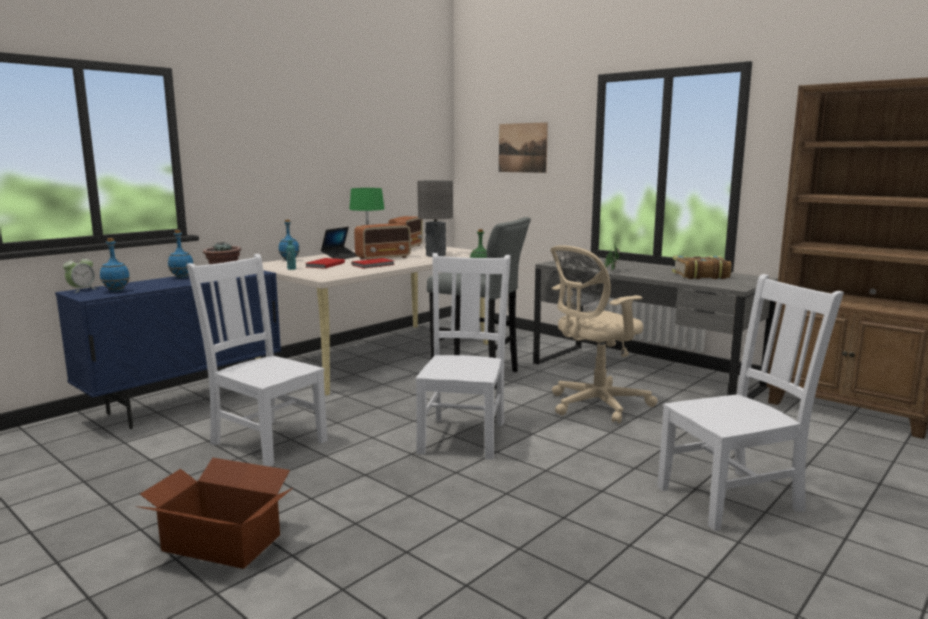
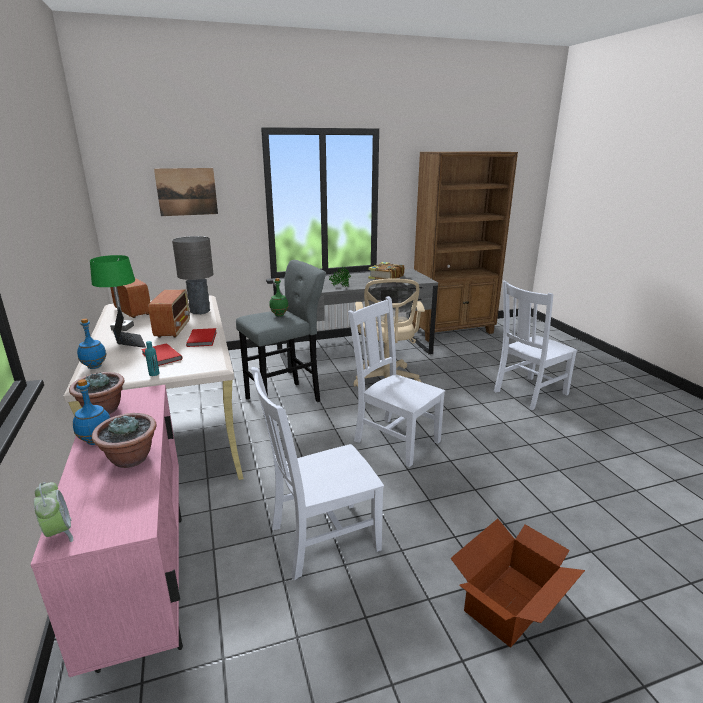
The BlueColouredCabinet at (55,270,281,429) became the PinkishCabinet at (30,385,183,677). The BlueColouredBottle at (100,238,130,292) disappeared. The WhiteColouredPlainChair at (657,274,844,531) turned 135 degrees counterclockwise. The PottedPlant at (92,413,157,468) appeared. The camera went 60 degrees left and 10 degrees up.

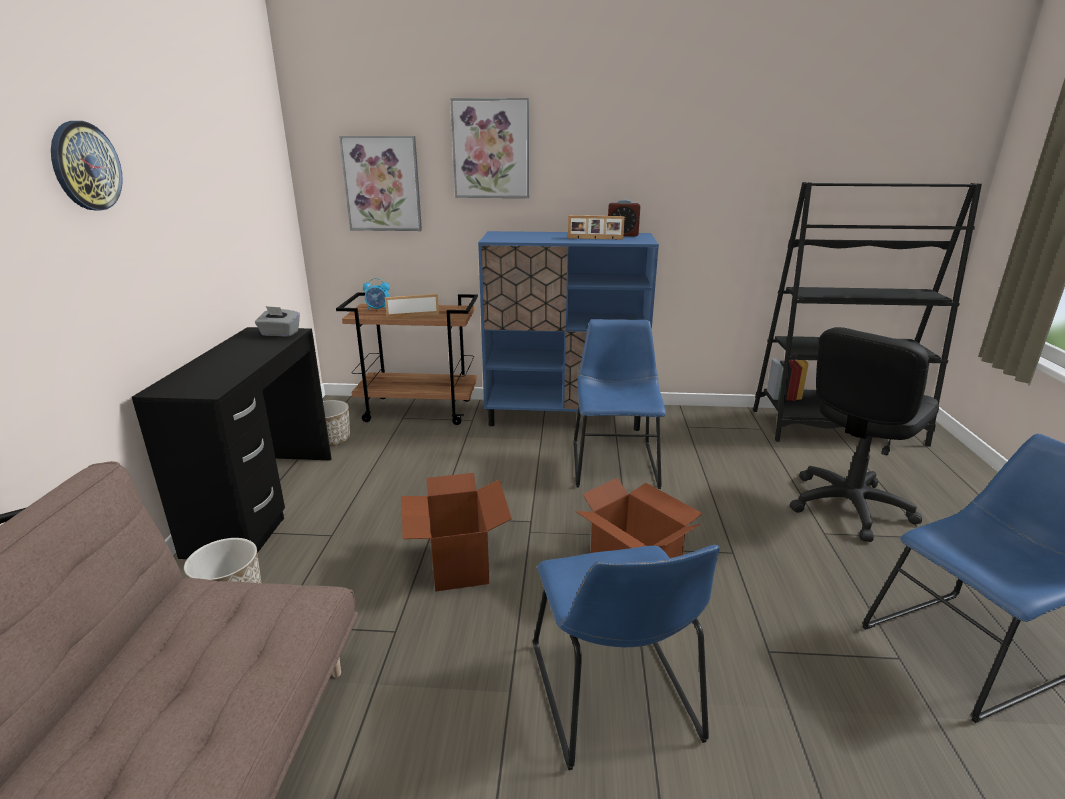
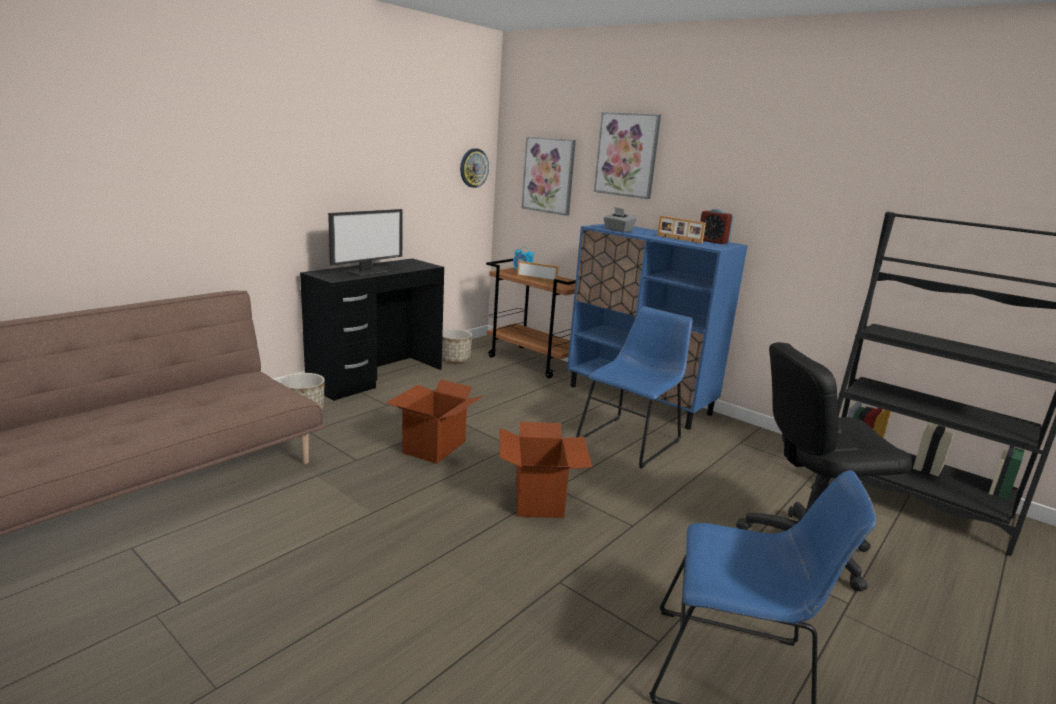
The HangingClock moved from (51,121,123,210) to (460,148,489,188). The GrayBoxOfTissues moved from (255,306,300,337) to (603,207,637,232). The BlueColouredPlainChair at (533,545,720,770) disappeared. The Monitor at (328,209,403,276) appeared. The camera went 35 degrees right and 5 degrees down.

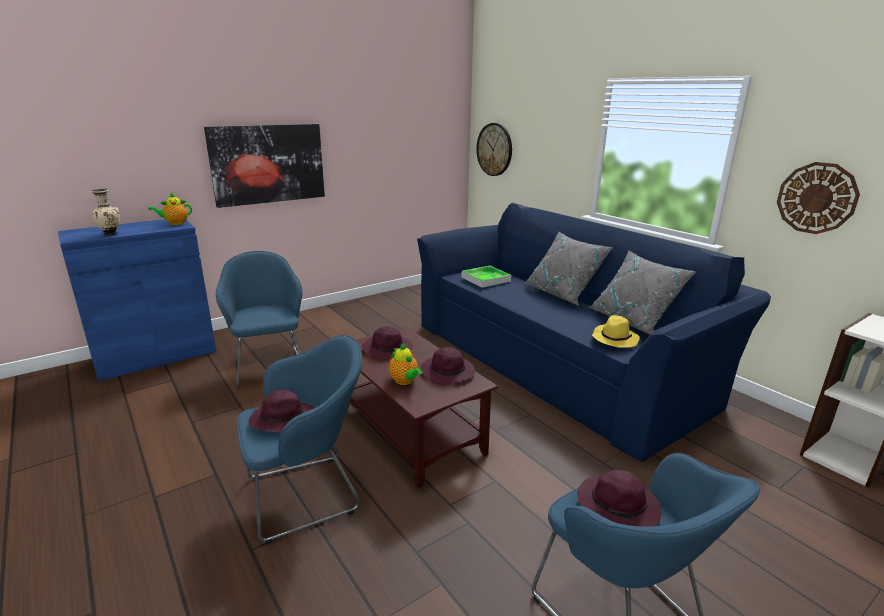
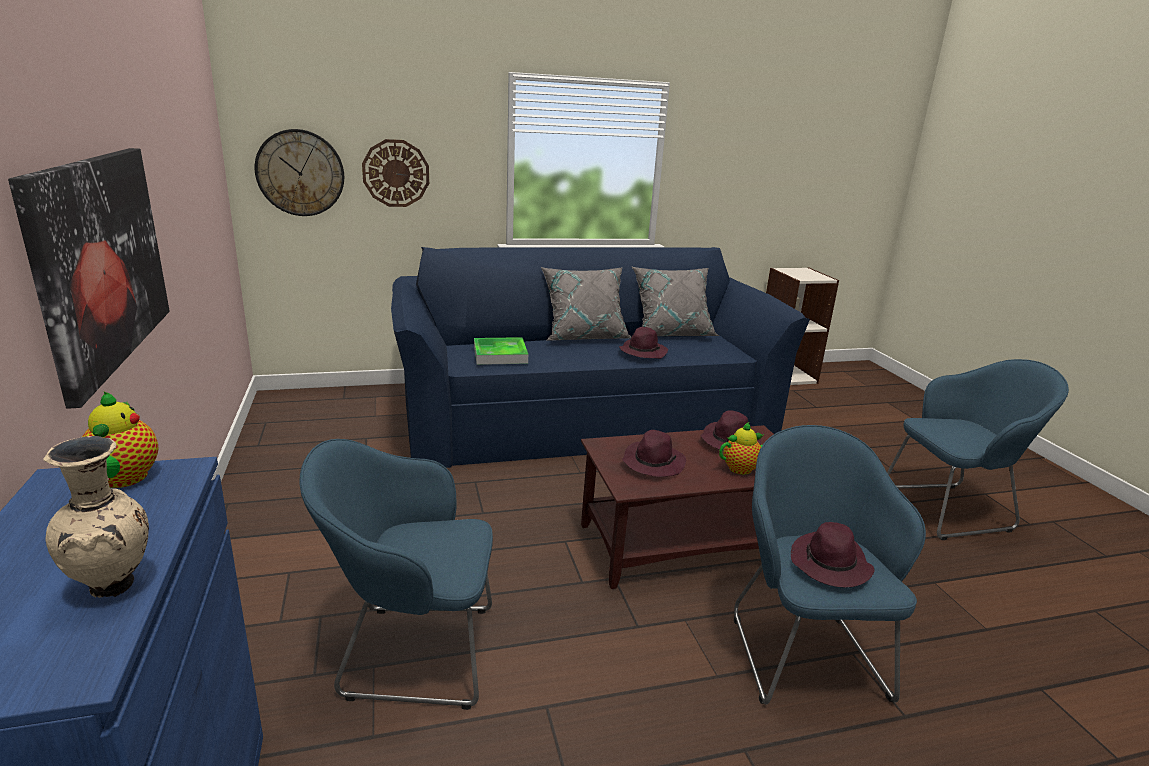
The PurpleWearableHat moved from (577,470,661,527) to (619,327,668,359). The YellowWearableHat at (592,315,639,348) disappeared. The HangingClock moved from (777,162,860,234) to (362,139,429,207). The camera went 70 degrees left and 0 degrees up.

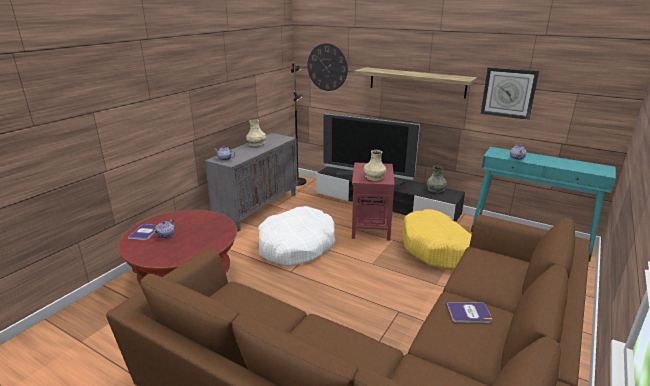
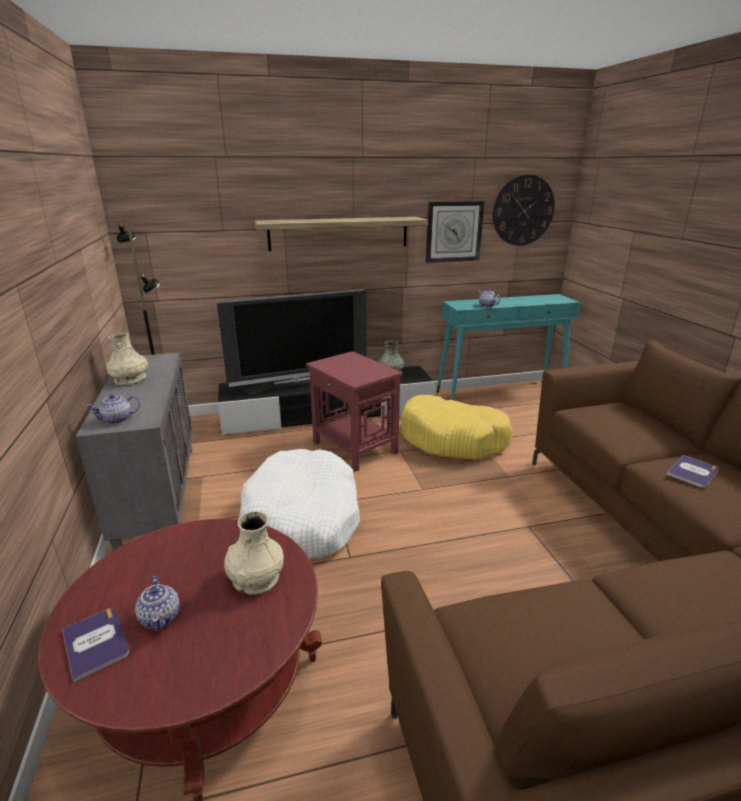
The HangingClock moved from (308,43,348,91) to (493,174,555,246). The SandColouredDecorativeVase moved from (364,150,386,181) to (224,511,284,595). The camera went 45 degrees left and 0 degrees up.

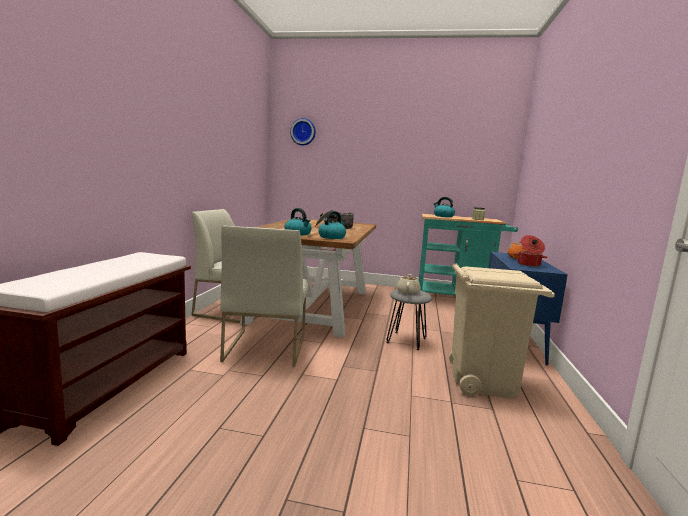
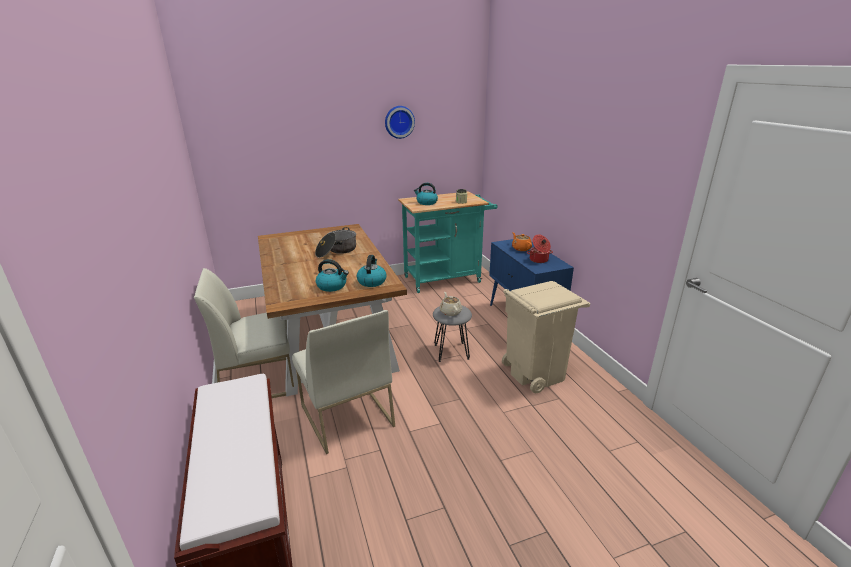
The HangingClock moved from (290,118,316,146) to (385,106,415,139). The camera went 30 degrees left and 15 degrees up.

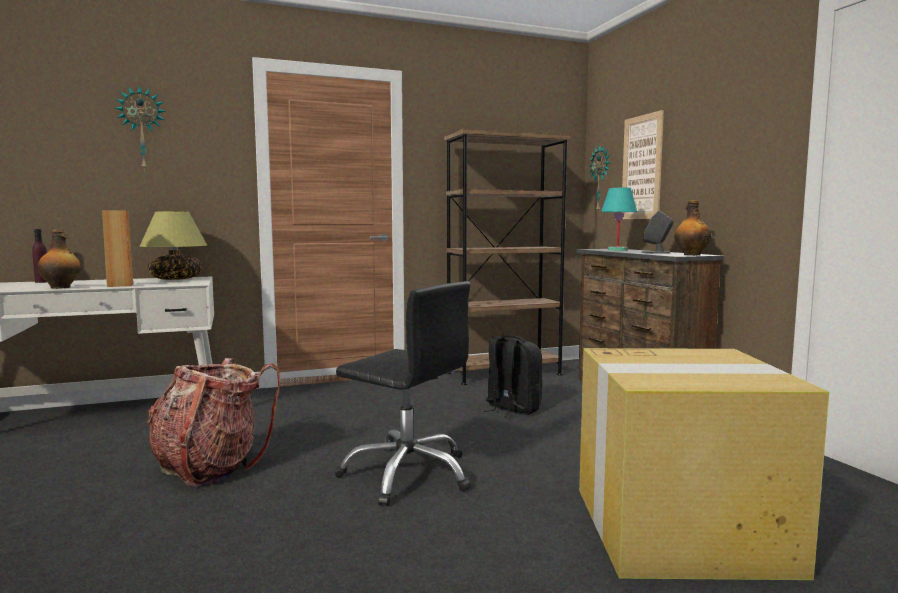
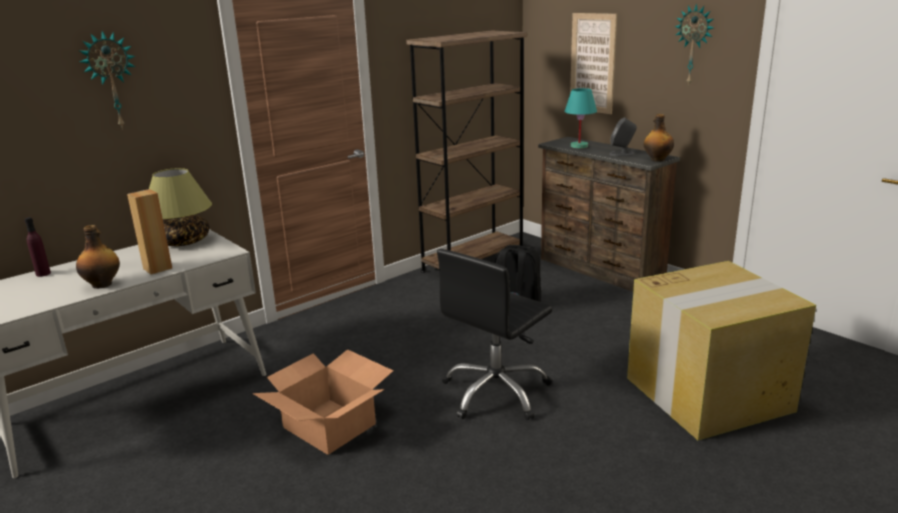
The Backpack at (147,358,280,487) was replaced by the PackingBox at (253,349,393,455). The BlackDeskChair at (335,281,471,506) turned 120 degrees clockwise. The HangingClock moved from (589,146,610,211) to (675,3,714,86). The camera went 20 degrees left and 15 degrees up.

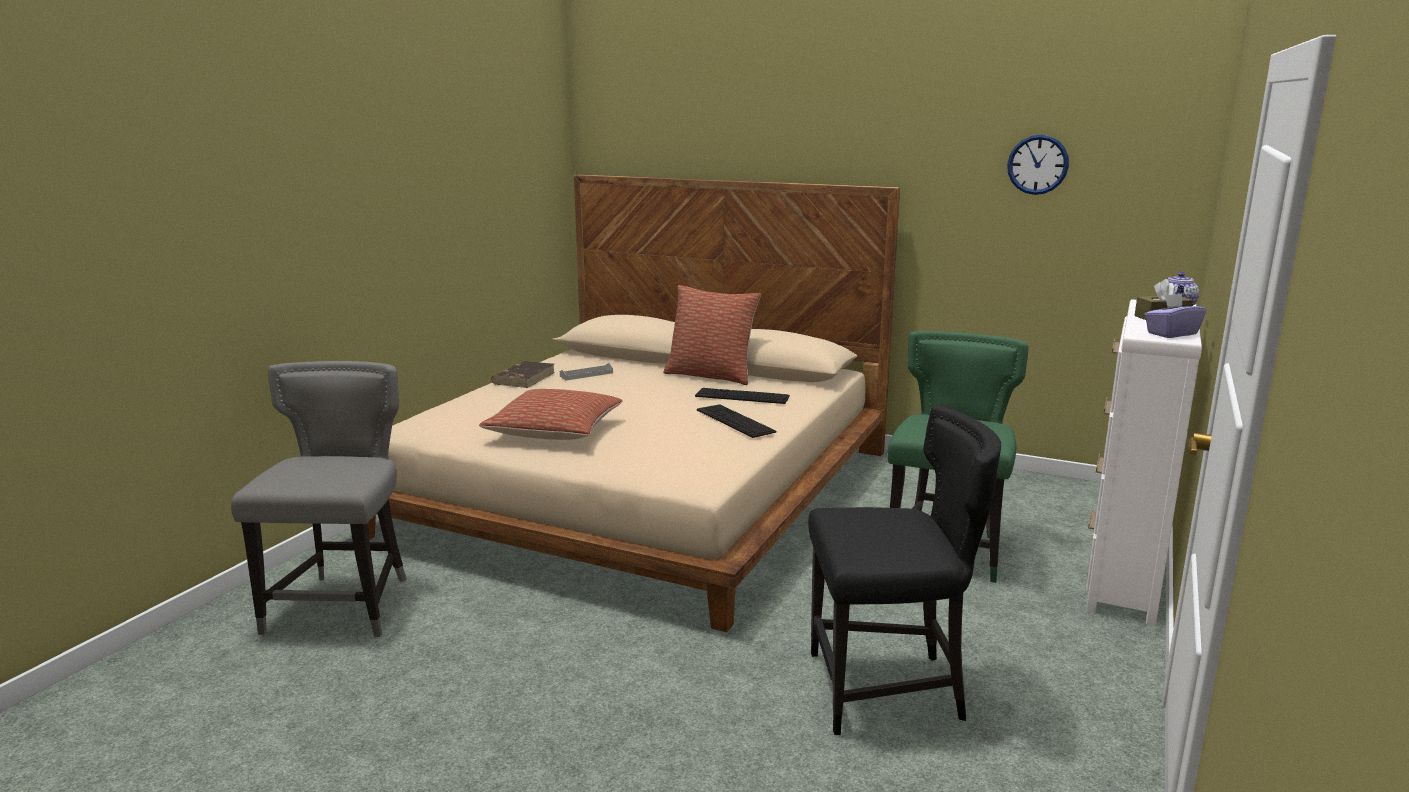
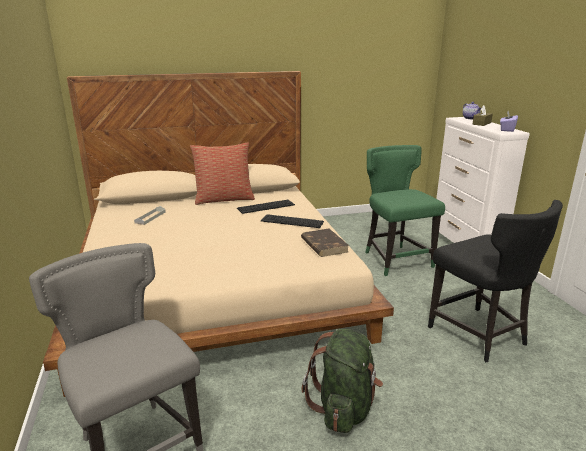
The ThrowPillow at (479,389,623,440) disappeared. The BrownVolume moved from (491,361,555,388) to (301,228,349,257). The BlackPlainChair at (808,405,1001,735) turned 105 degrees clockwise. The HangingClock at (1007,135,1069,195) disappeared. The GreenishBackpack at (302,329,383,433) appeared. The camera went 40 degrees left and 5 degrees up.

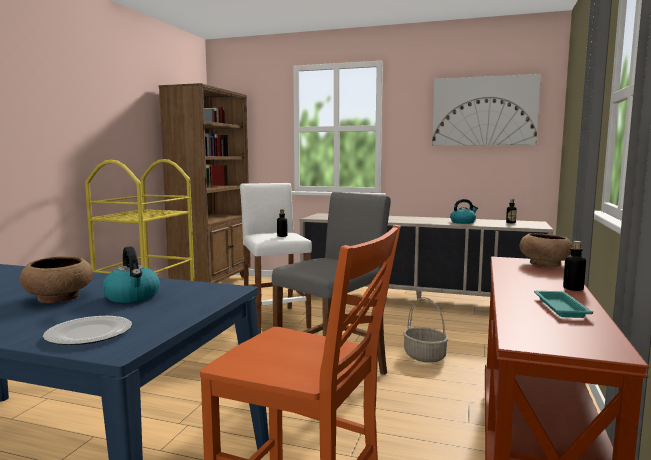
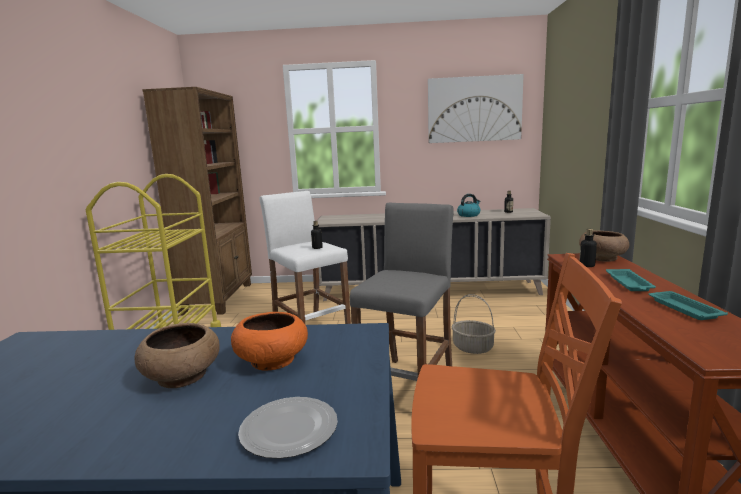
The WaterKettle at (103,246,160,303) was replaced by the OrangeDeepDish at (231,312,308,370). The Bottle moved from (563,241,586,291) to (579,229,597,267). The TurquoiseServingTray at (606,269,656,291) appeared. The camera went 15 degrees left and 5 degrees up.

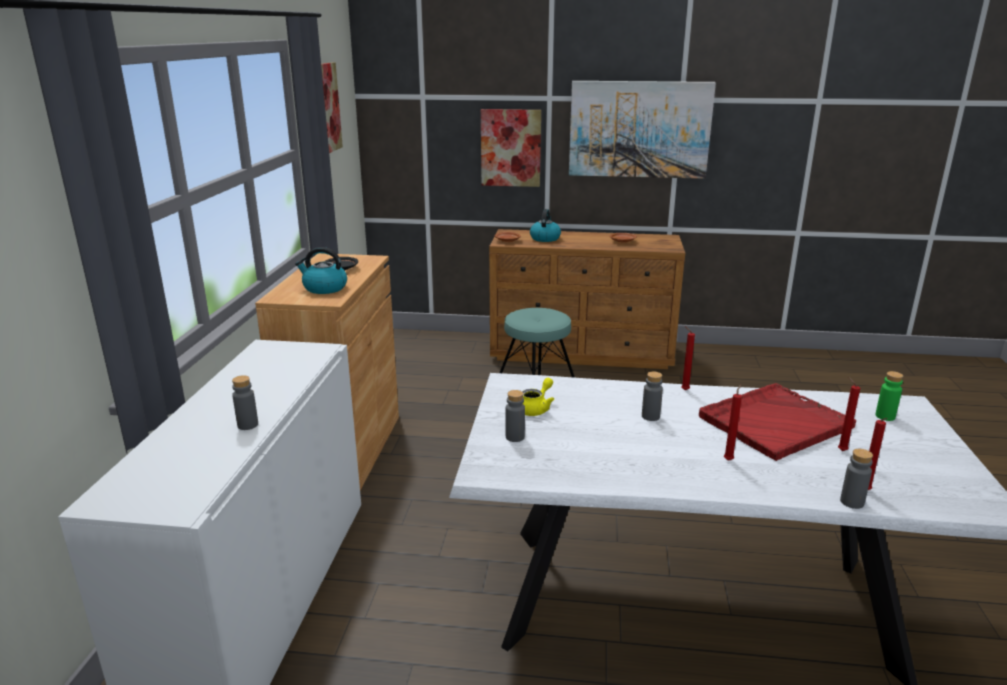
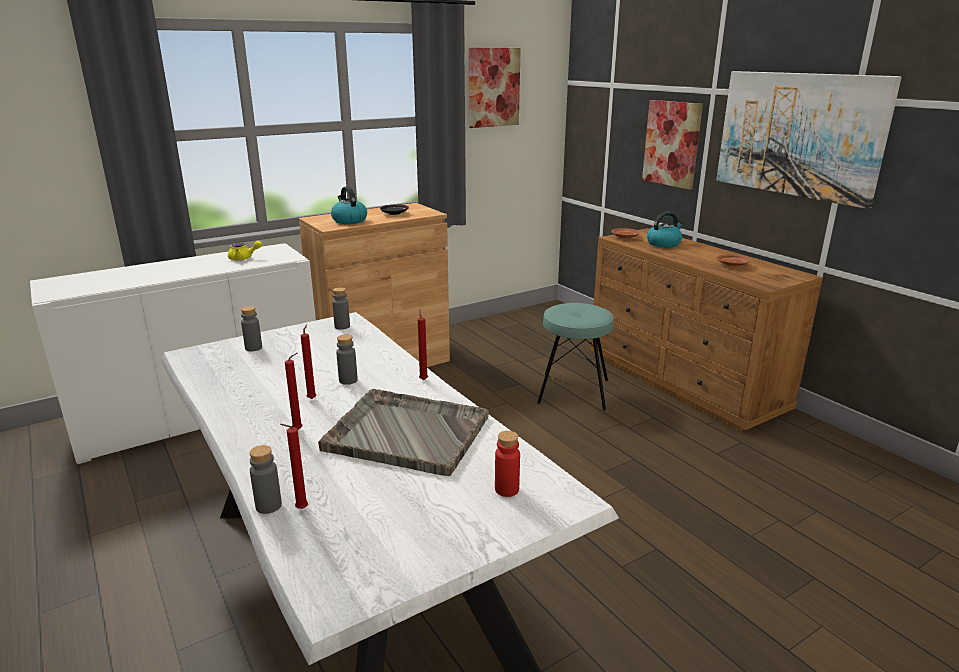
The GrayBottle moved from (232,375,258,430) to (332,287,350,330). The YellowTeapot moved from (522,378,554,416) to (228,241,262,261). The RedServingTray at (699,383,856,461) became the GrayServingTray at (318,389,489,476). The RedCandle moved from (838,377,860,451) to (301,324,316,399). The GreenishBottle at (875,371,903,421) became the RedBottle at (495,431,520,497). The camera went 50 degrees right and 0 degrees up.

